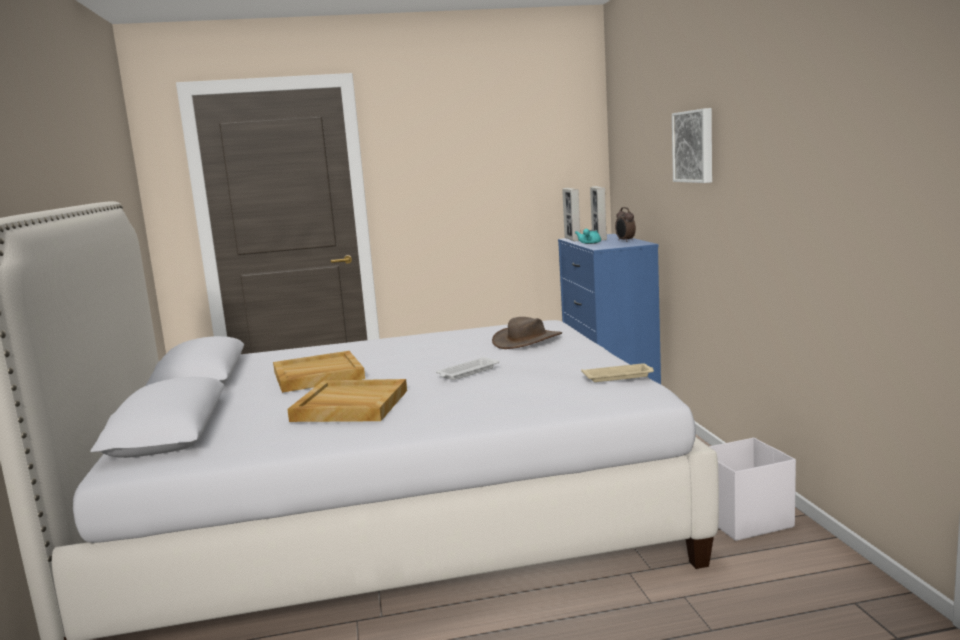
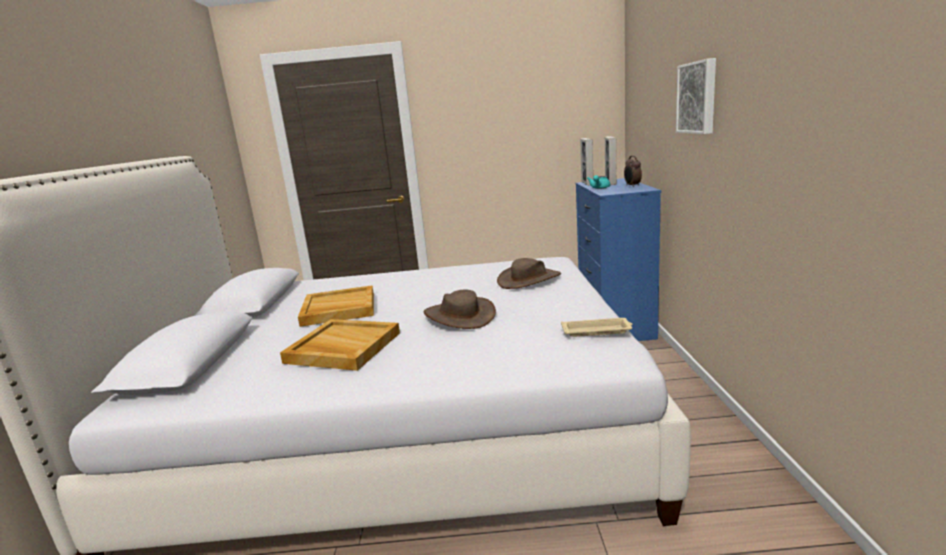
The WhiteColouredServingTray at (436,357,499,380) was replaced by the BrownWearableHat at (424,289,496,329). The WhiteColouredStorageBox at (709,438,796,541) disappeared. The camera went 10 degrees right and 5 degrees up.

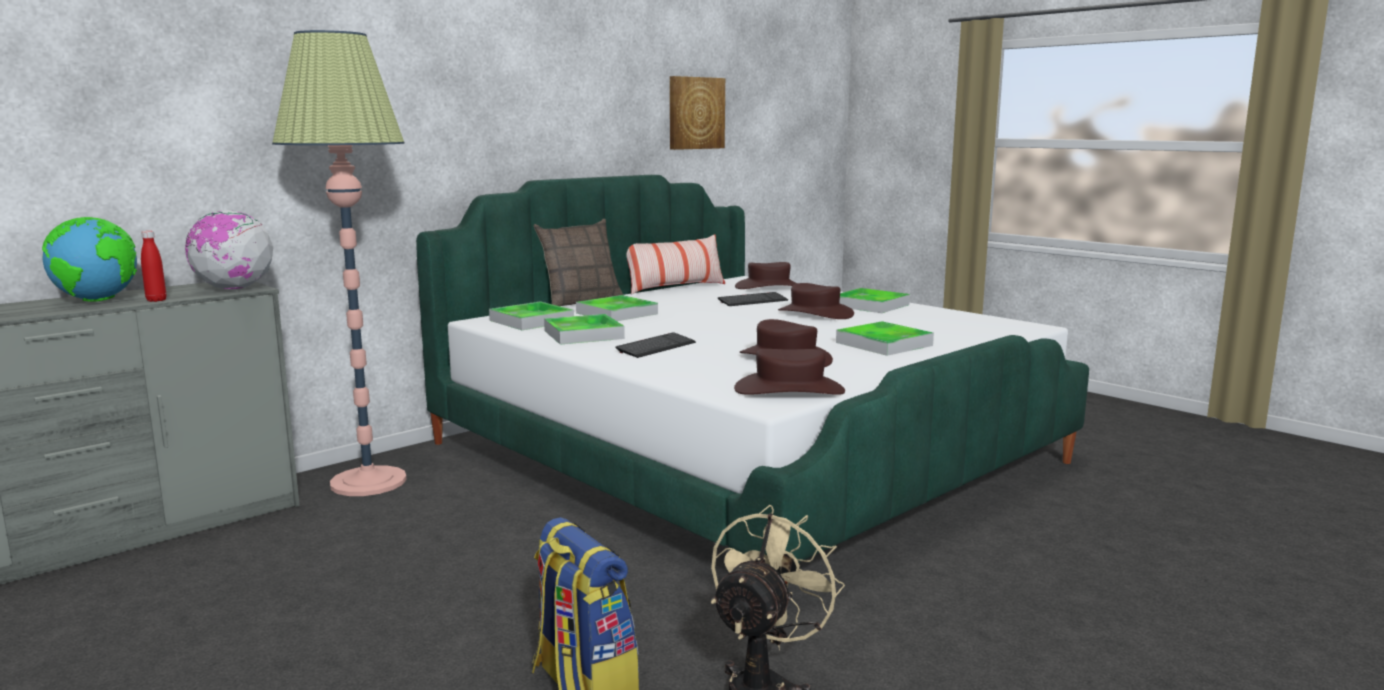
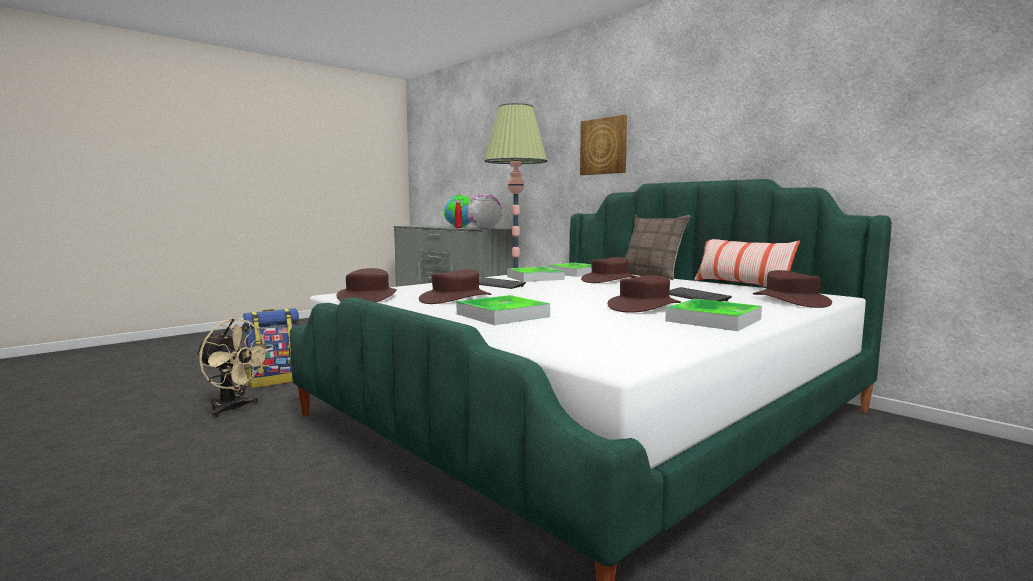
The ServingTray at (576,295,658,321) was replaced by the BrownWearableHat at (581,257,637,283). The Picture moved from (670,76,725,150) to (580,115,627,175). The camera went 90 degrees right and 5 degrees down.

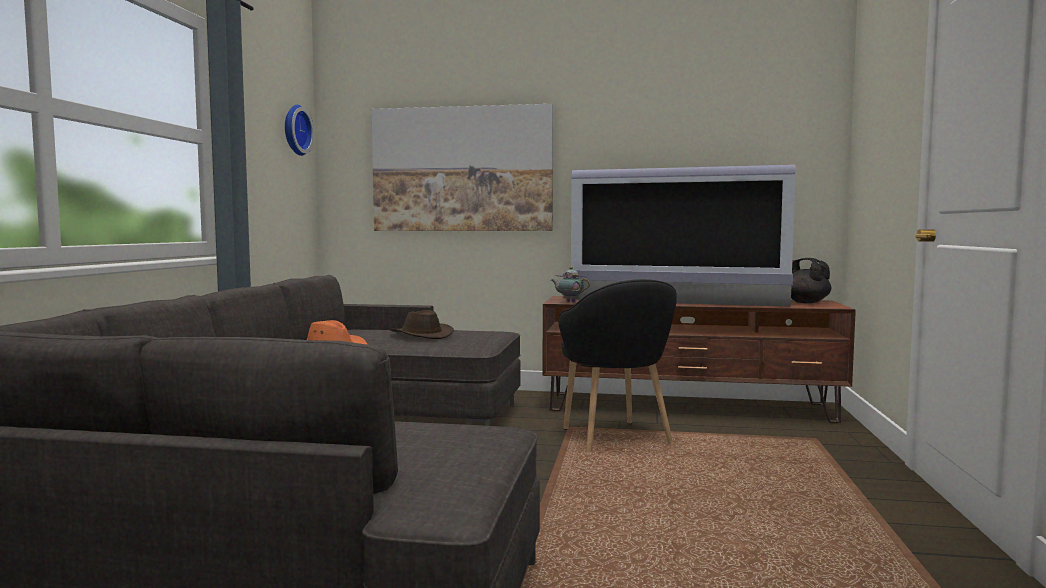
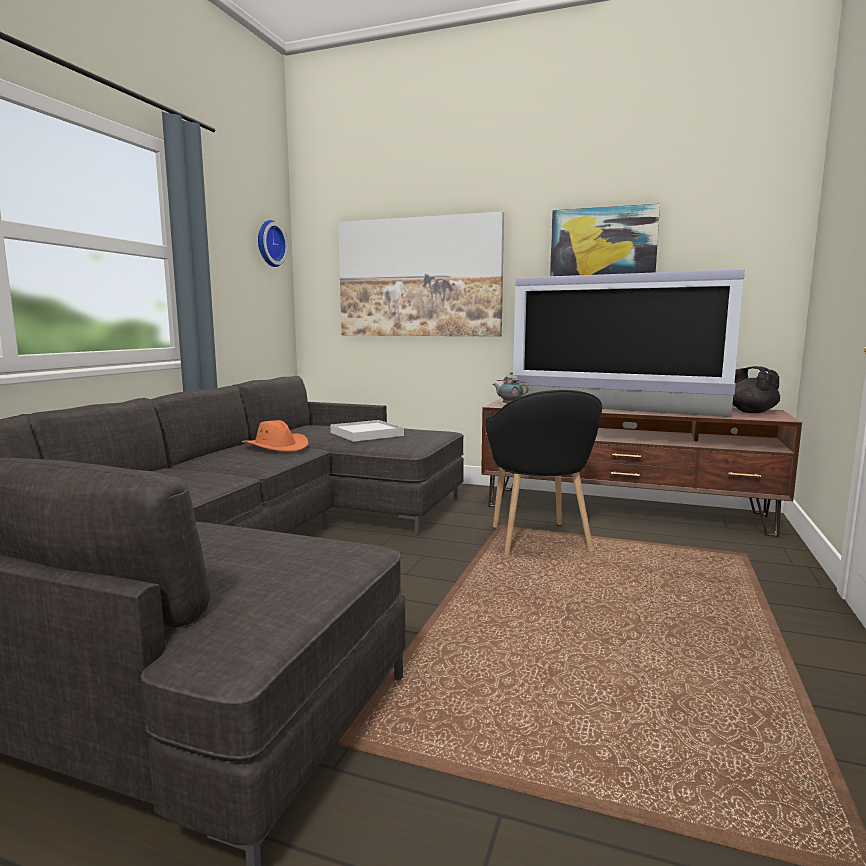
The BrownWearableHat at (390,310,454,339) was replaced by the WhiteColouredServingTray at (330,420,404,442). The Picture at (550,204,660,276) appeared. The camera went 10 degrees right and 5 degrees up.

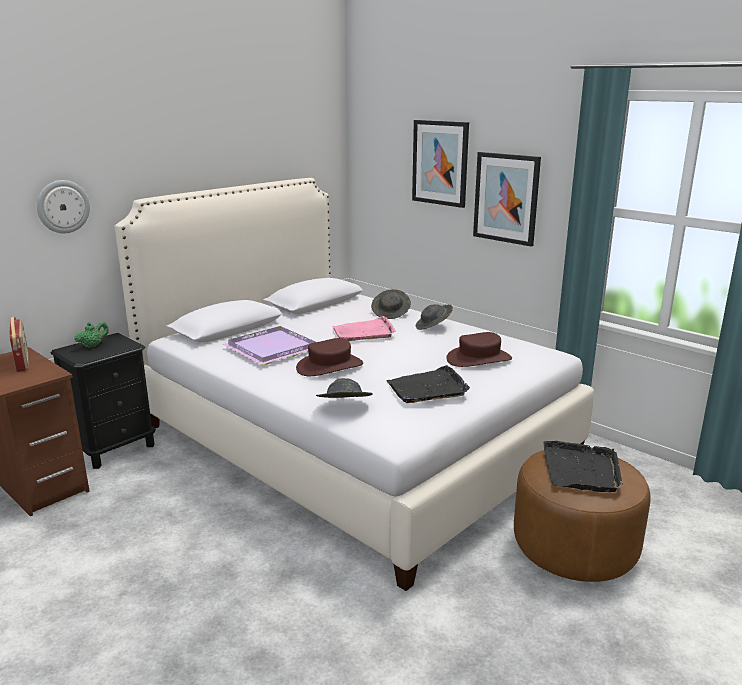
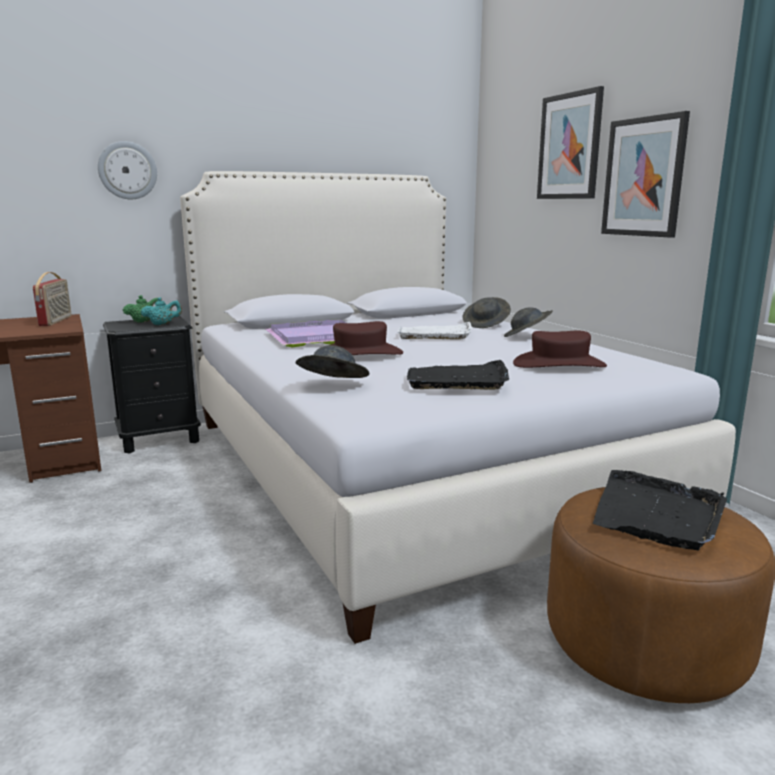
The PinkishServingTray at (332,316,396,341) became the WhiteColouredServingTray at (397,322,472,340). The TurquoiseTeapot at (141,297,182,325) appeared. The camera went 20 degrees right and 5 degrees down.

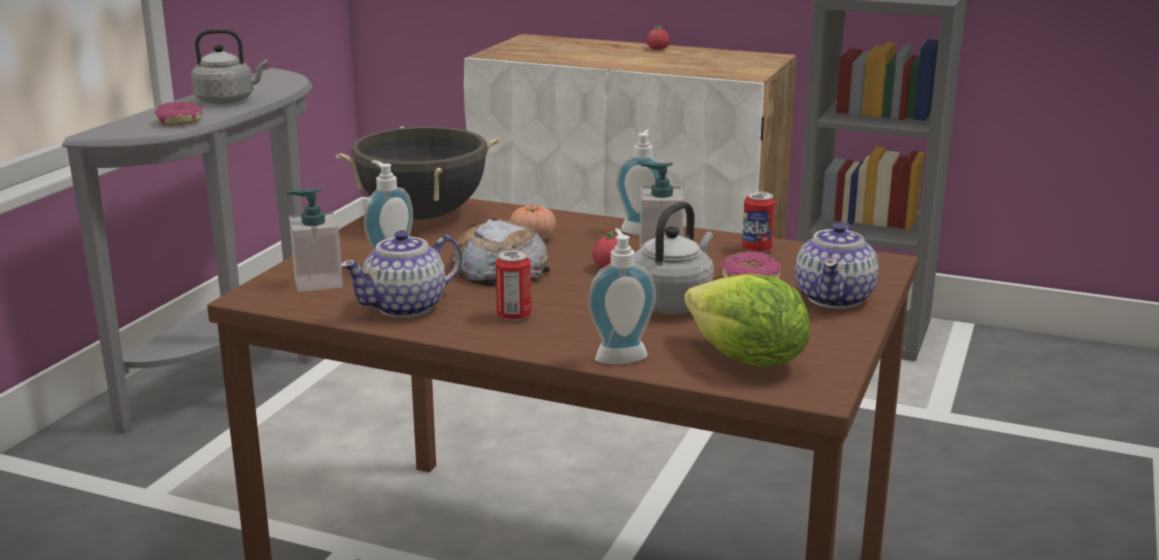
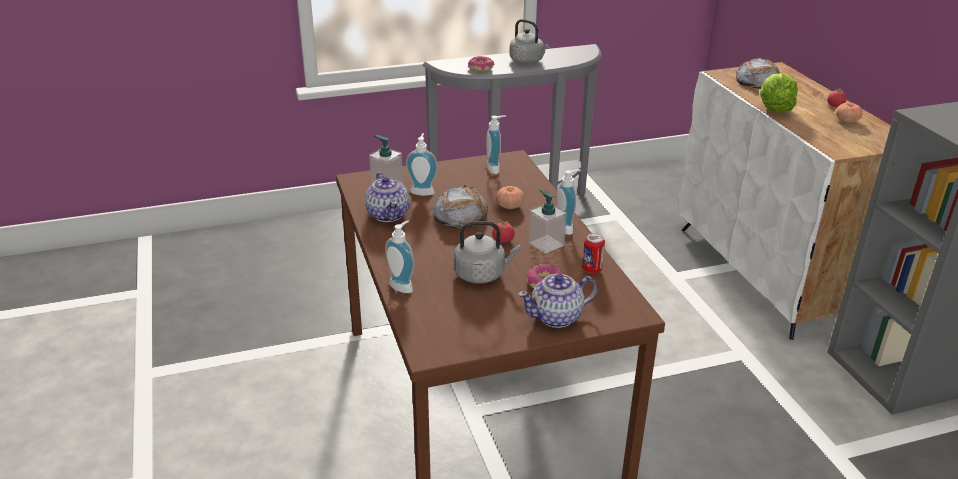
The BlackStockpot at (335,126,501,220) was replaced by the SoapBottle at (486,115,506,174). The Teapot at (340,230,462,318) turned 120 degrees counterclockwise. The MetalCan at (495,250,531,321) disappeared. The LettuceHead moved from (684,273,809,368) to (760,73,798,112). The Bread at (736,58,780,89) appeared. The Tomato at (836,103,863,123) appeared. The camera went 50 degrees right and 10 degrees up.

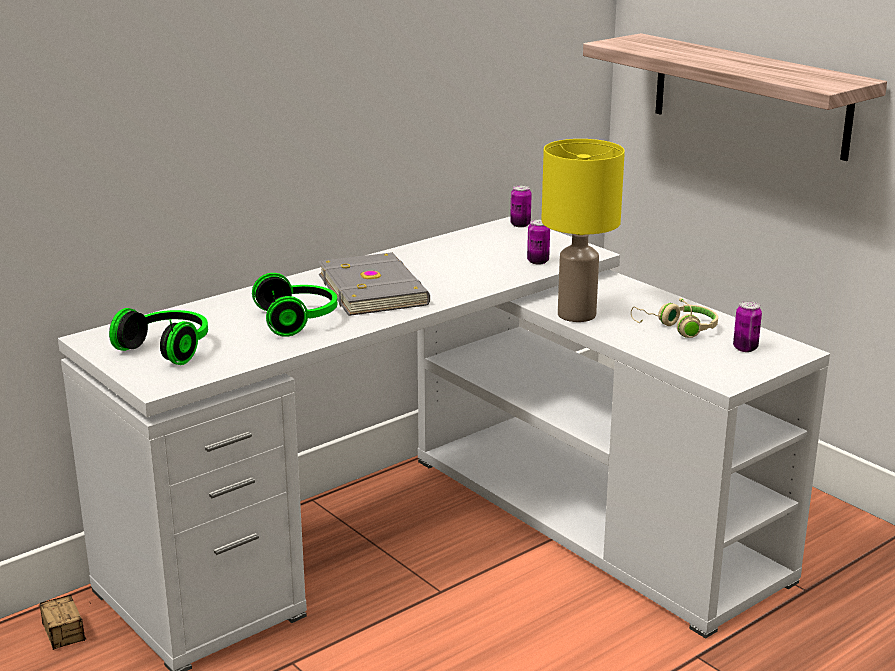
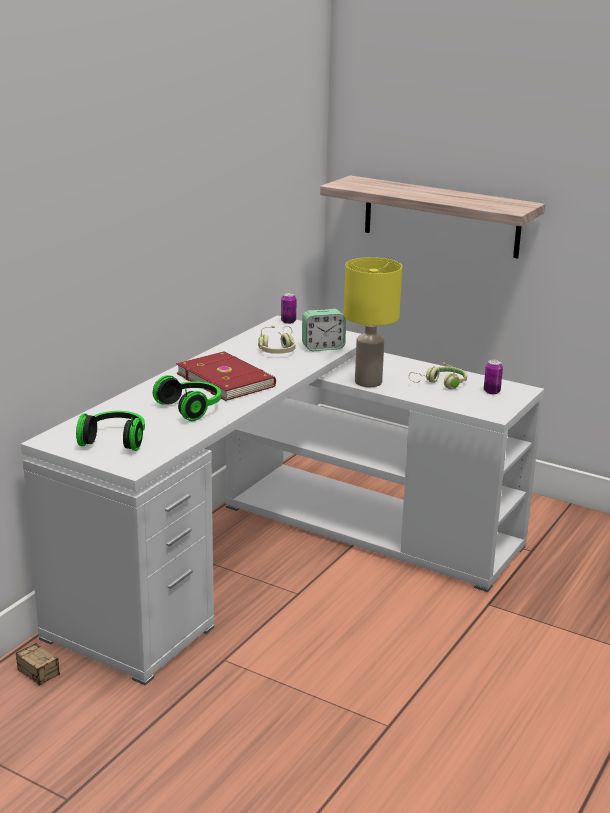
The GrayVolume at (318,252,430,316) became the RedVolume at (176,351,276,401). The MetalCan at (527,219,550,265) was replaced by the AlarmClock at (302,309,346,351). The SandColouredPairOfHeadphones at (258,326,296,354) appeared. The camera went 20 degrees left and 0 degrees up.

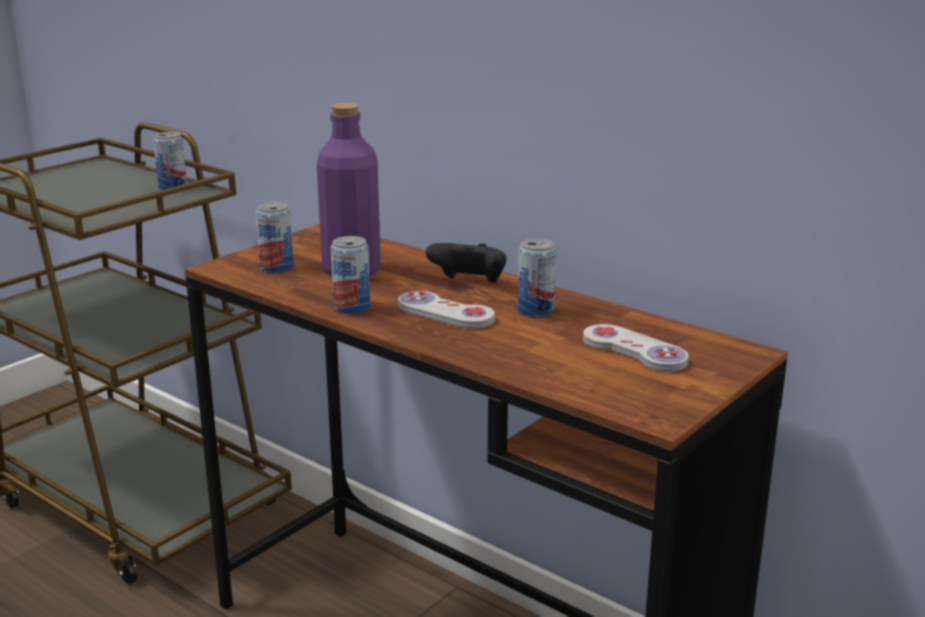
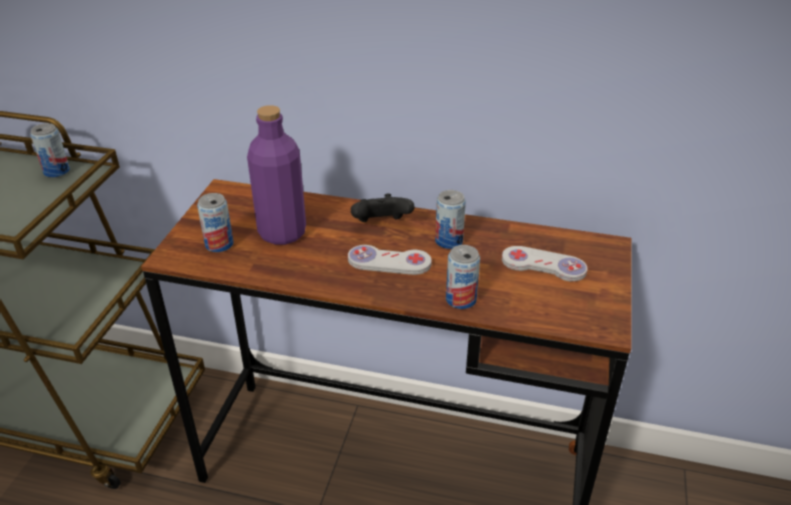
The MetalCan moved from (331,236,370,314) to (446,245,480,309). The camera went 25 degrees left and 15 degrees up.

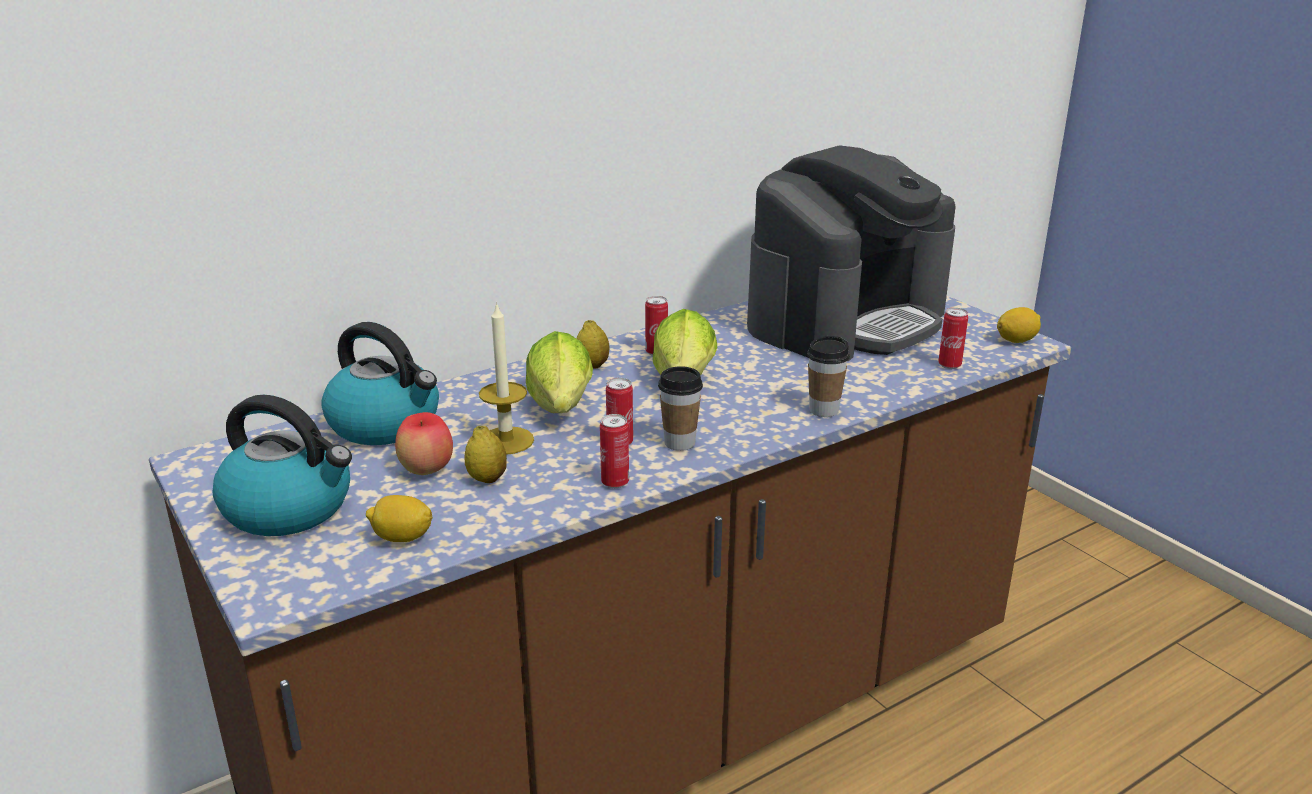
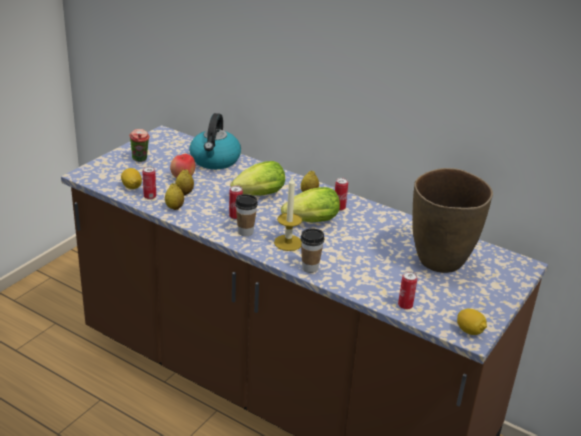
The WaterKettle at (213,395,352,536) was replaced by the Cup at (129,129,150,162). The Candle moved from (479,302,534,455) to (274,177,302,251). The MetalCan moved from (600,414,629,488) to (142,166,156,200). The CoffeeBrewer at (747,145,955,361) was replaced by the BrownDecorativeVase at (412,168,493,273). The WholeLemon at (165,183,184,210) appeared. The camera went 65 degrees right and 5 degrees up.

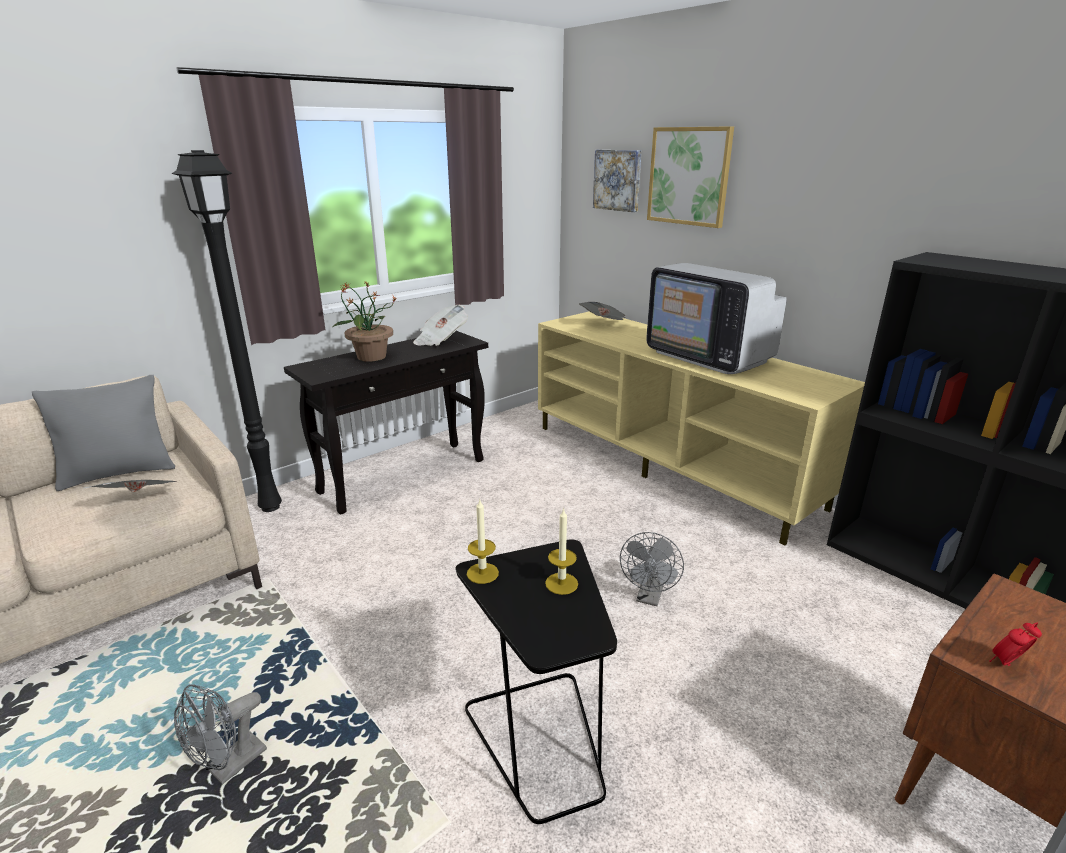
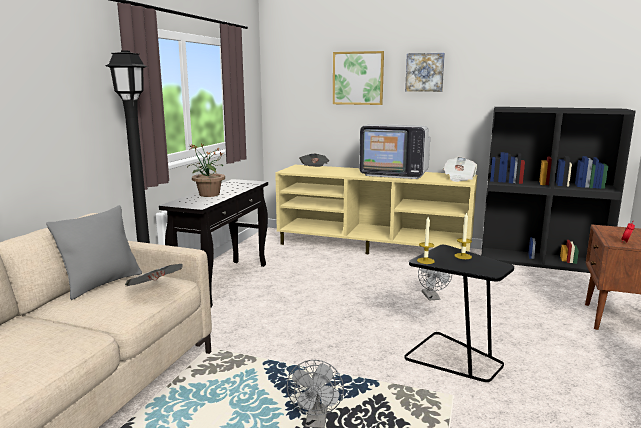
The DailyPaper moved from (413,305,468,346) to (443,157,478,182). The Picture moved from (593,150,642,212) to (405,53,445,92). The camera went 30 degrees left and 10 degrees down.

